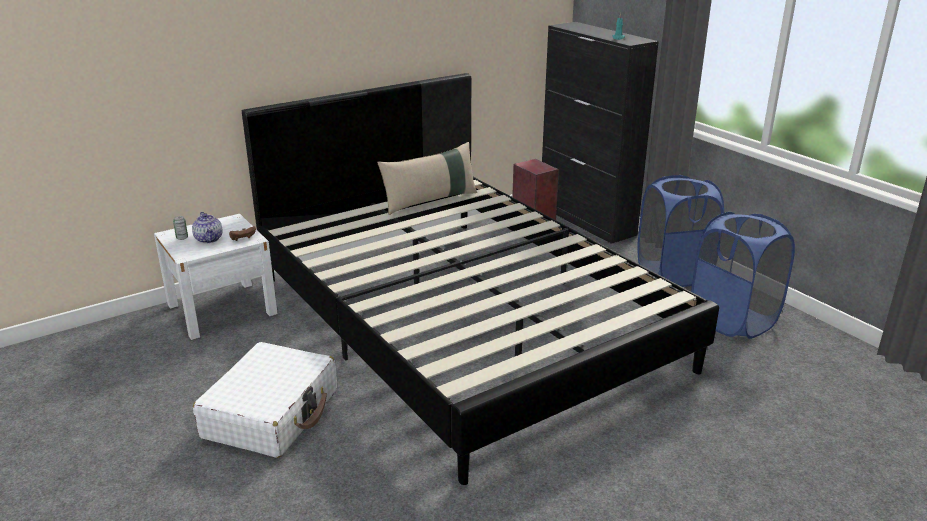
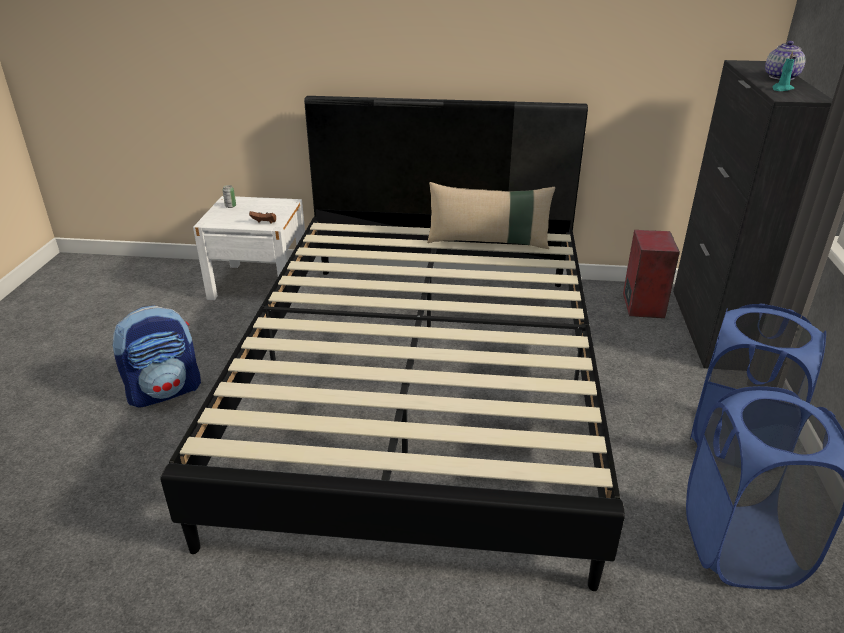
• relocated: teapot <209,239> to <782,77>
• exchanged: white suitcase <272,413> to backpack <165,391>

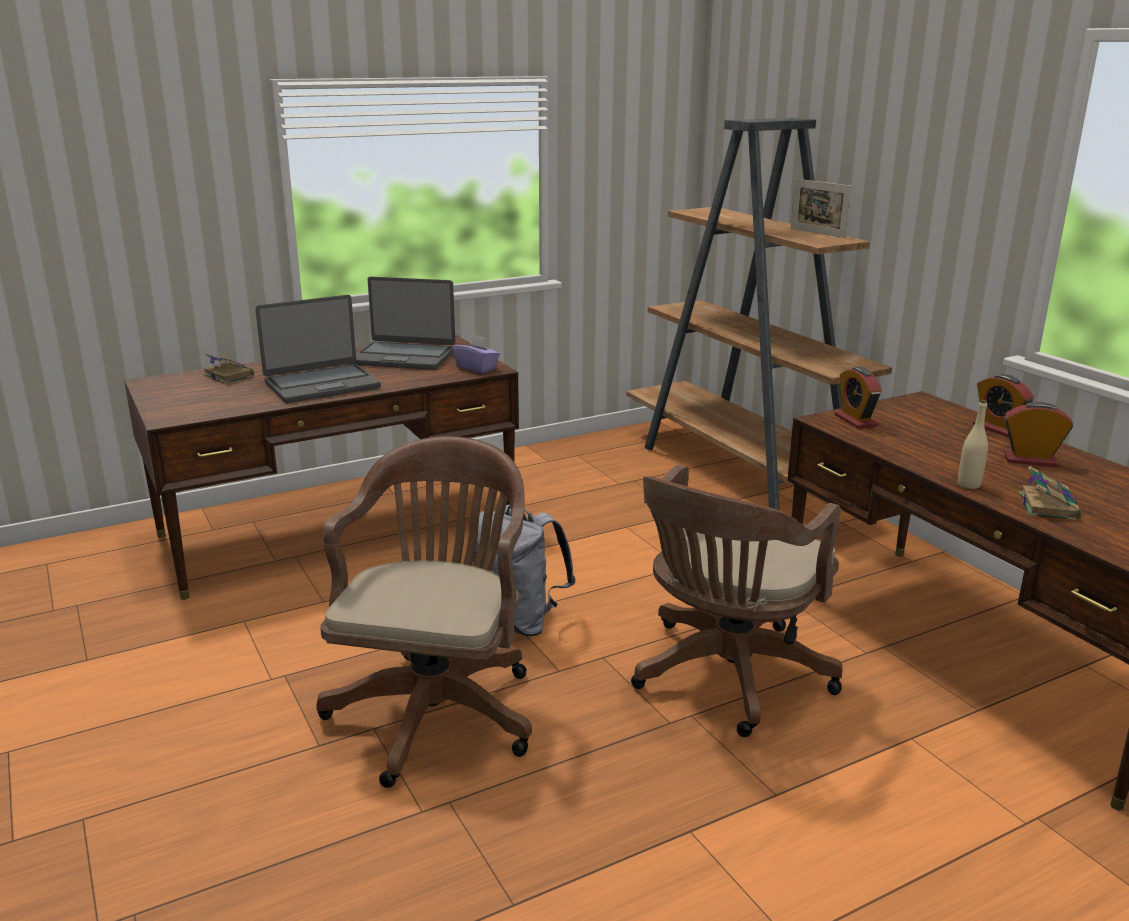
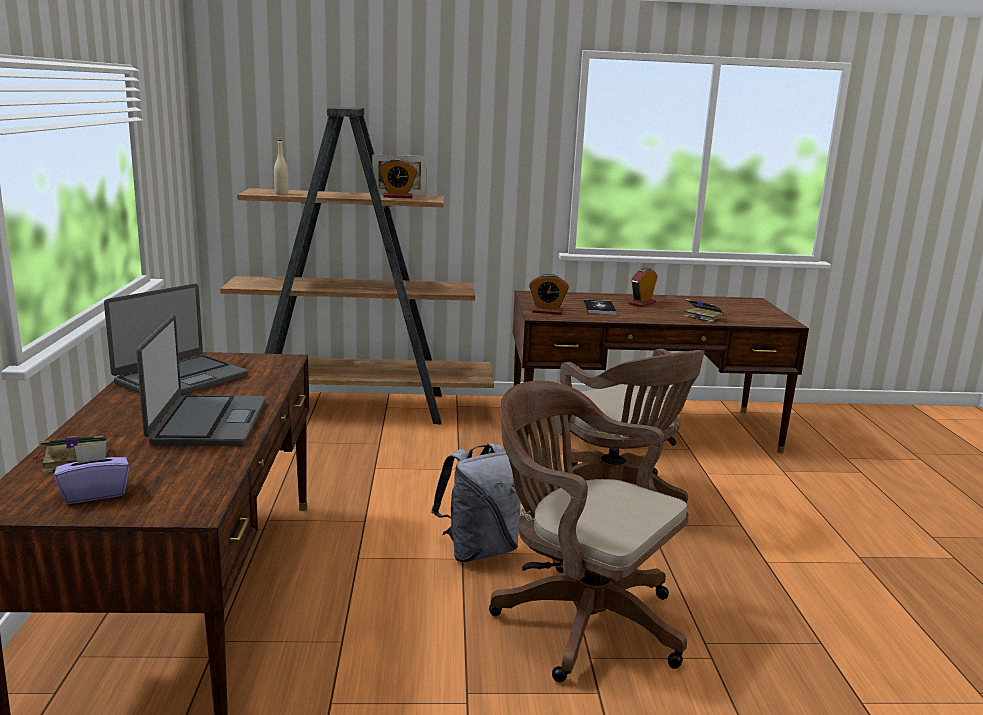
• relocated: purple tissue box <476,368> to <95,493>
• relocated: alarm clock <997,429> to <397,197>
• relocated: beige bottle <968,485> to <281,194>
• appeared: book <599,308>

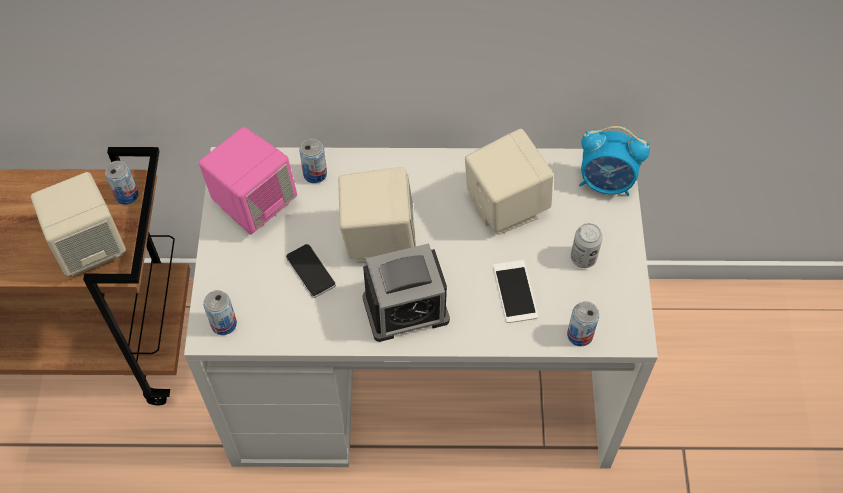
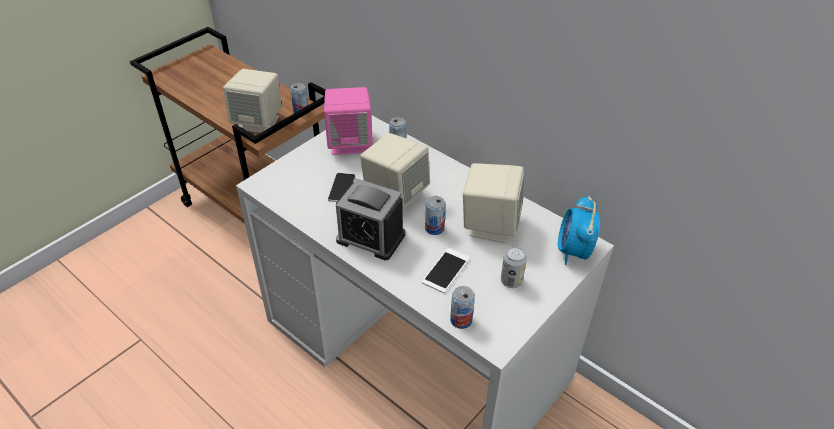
• spun: alarm clock <606,183> = <573,251> 45 degrees clockwise
• relocated: can <224,324> to <434,228>

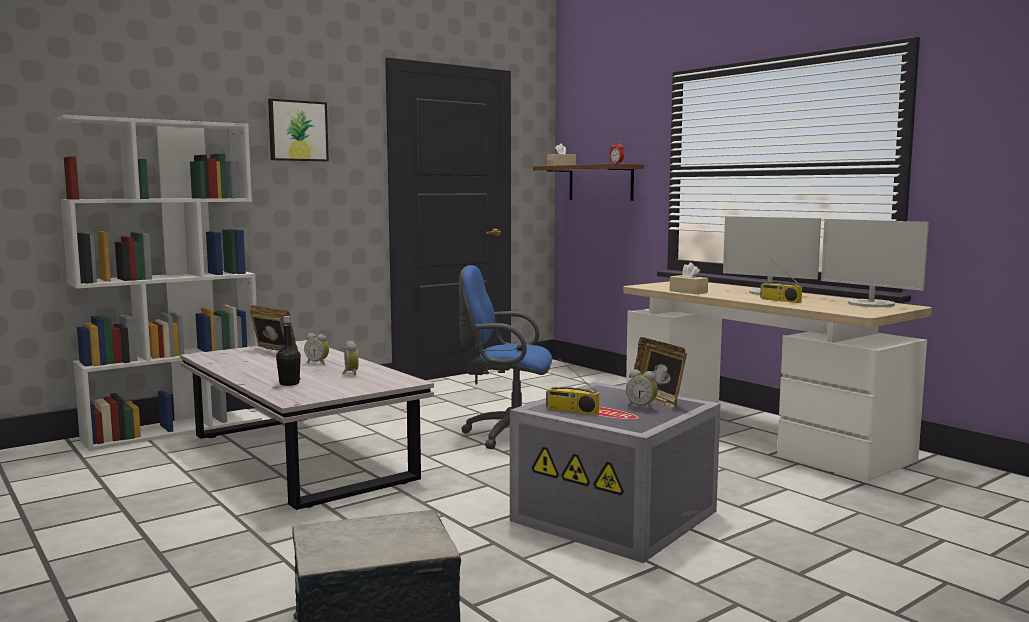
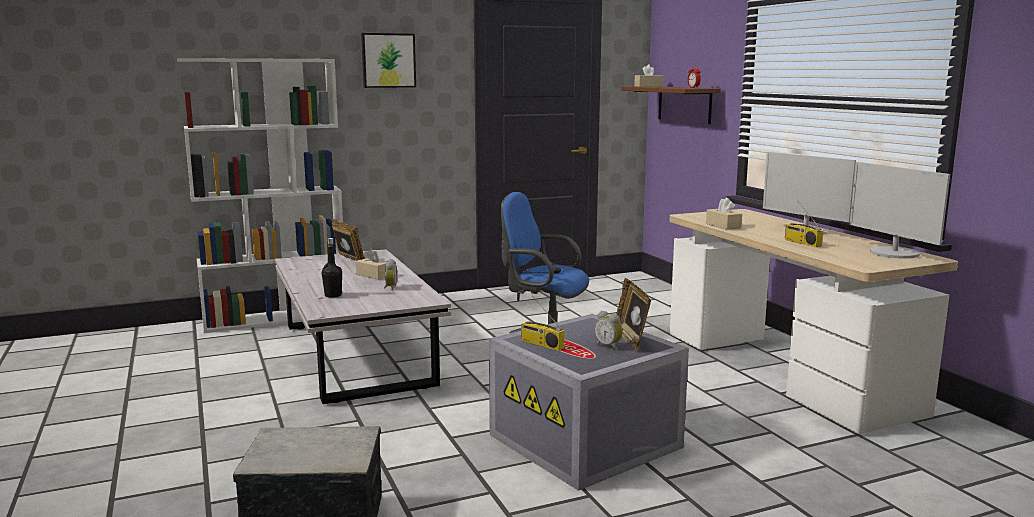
• exchanged: alarm clock <318,363> to beige tissue box <373,275>

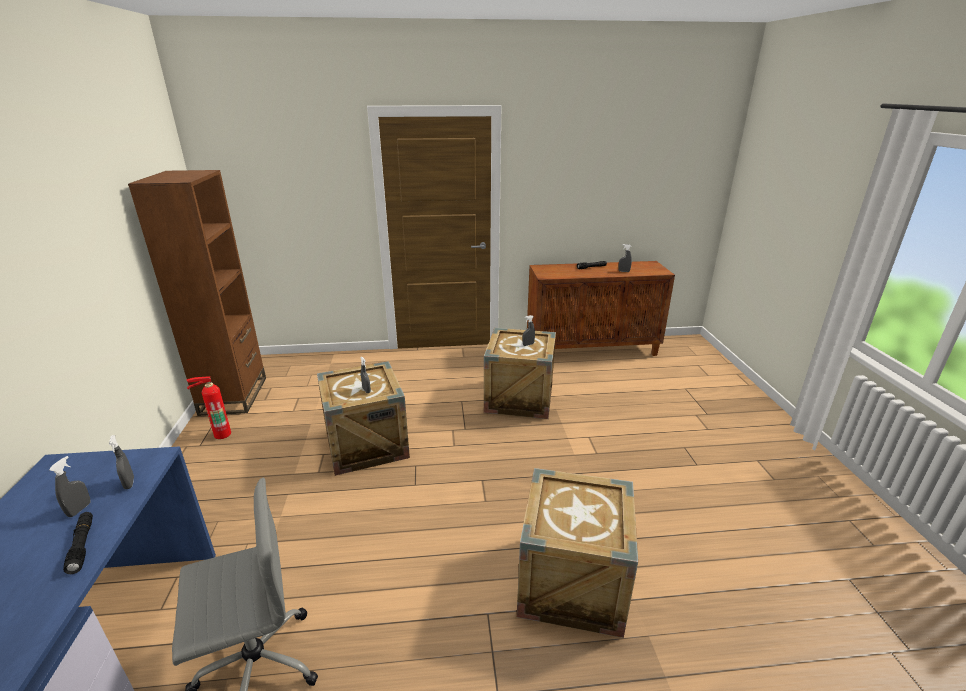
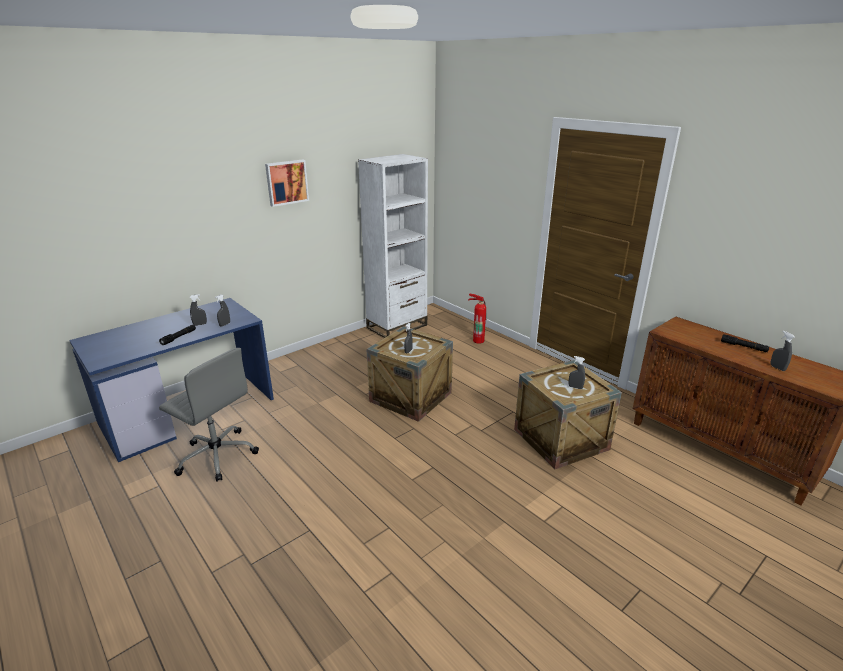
• colour: brown bookcase <234,396> to white bookcase <397,326>
• relocated: fire extinguisher <221,434> to <478,340>
• missing: crate <572,582>
• appeared: picture <286,182>

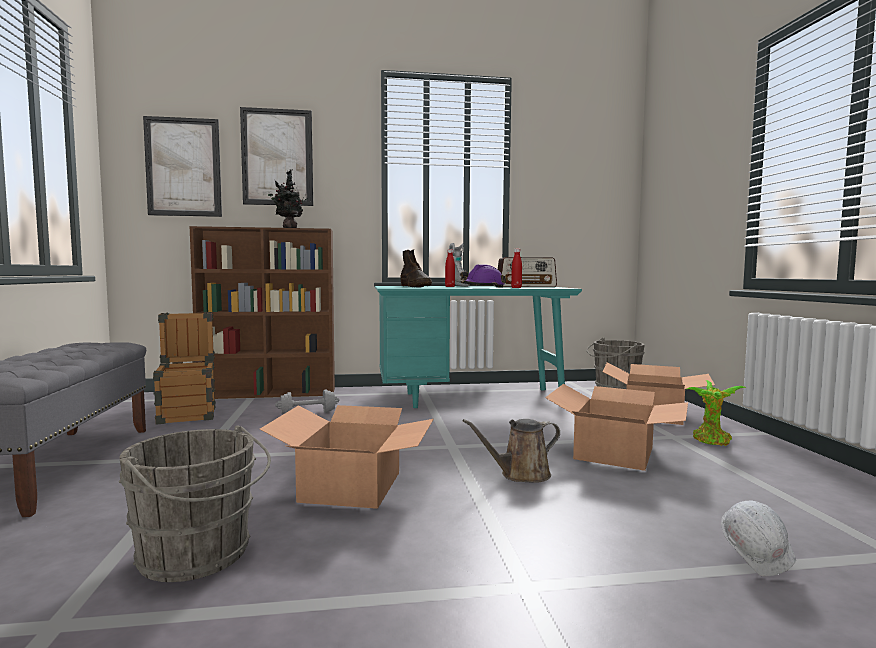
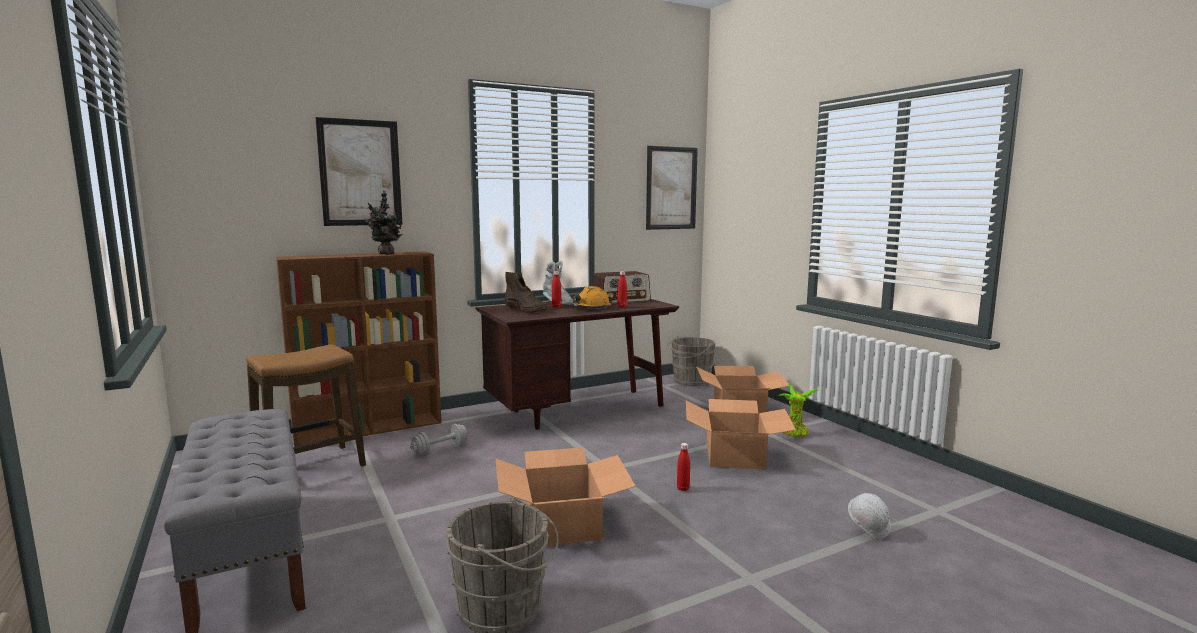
• relocated: picture <183,167> to <671,188>
• colour: purple hard hat <482,287> to orange hard hat <591,308>
• colour: turquoise desk <471,398> to brown desk <578,410>
• exchanged: crate <188,413> to stool <310,467>
• exchanged: brown watering can <521,475> to red bottle <683,489>

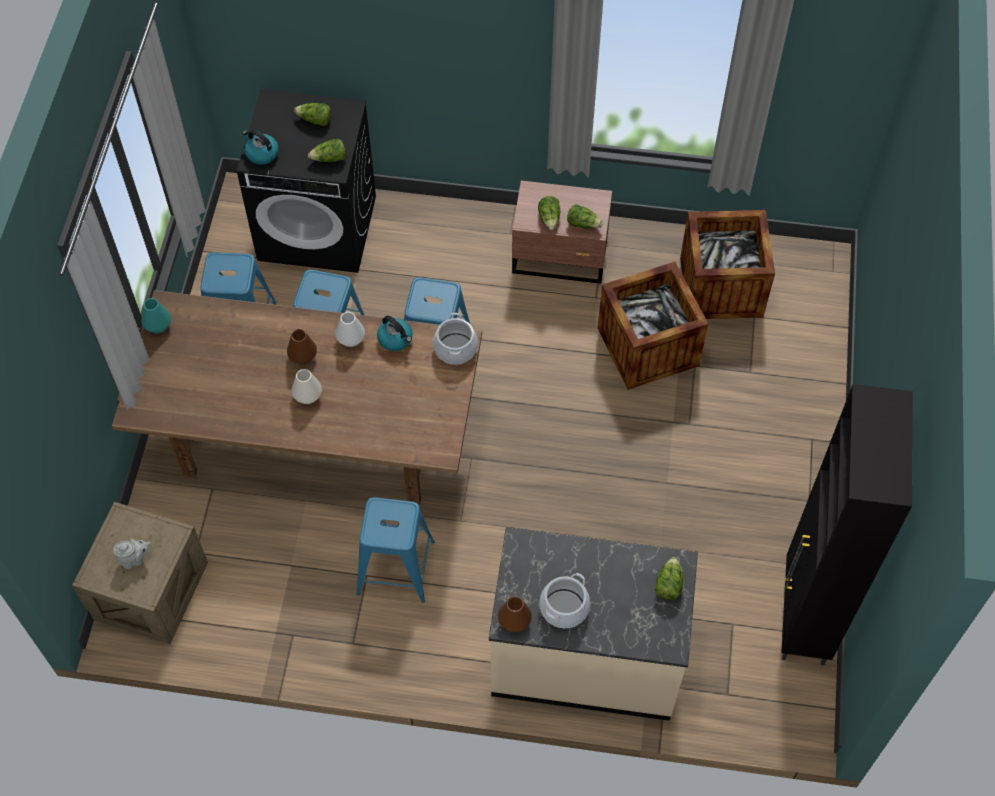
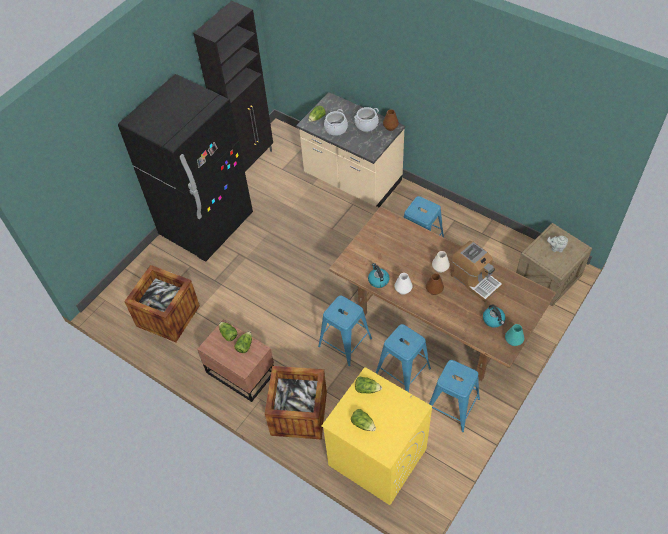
• colour: black washing machine <318,228> to yellow washing machine <376,457>
• relocated: kettle <261,154> to <493,320>
• relocated: crate <648,347> to <299,413>
• relocated: cooking pot <455,348> to <336,129>
• appeared: black fridge <207,225>
• appeared: coffee machine <475,280>

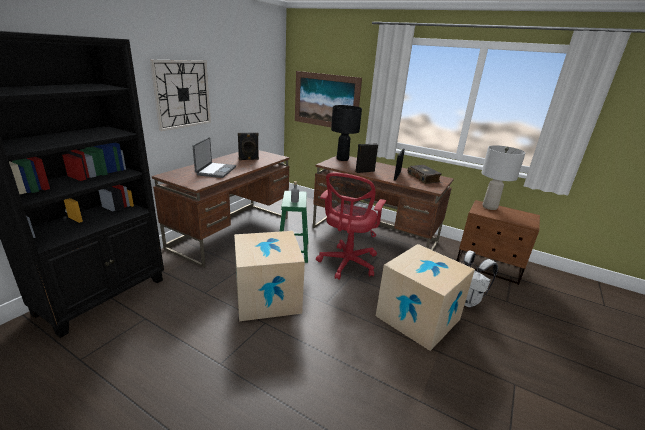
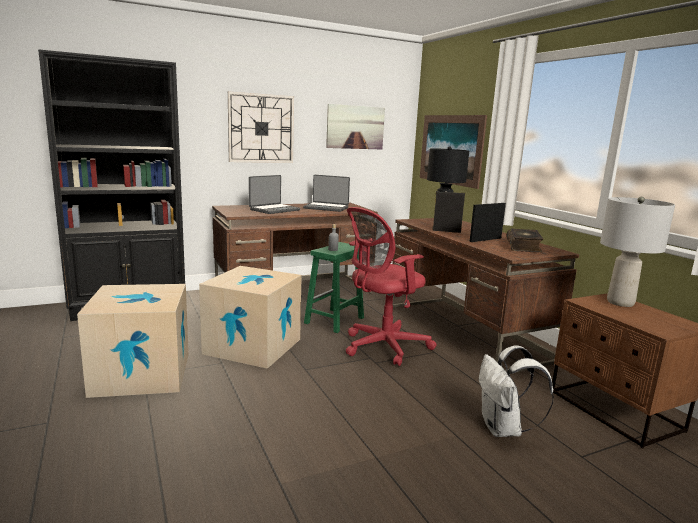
• exchanged: black speaker <248,159> to laptop <326,208>
• relocated: cardboard box <417,317> to <142,373>
• appeared: picture <355,127>

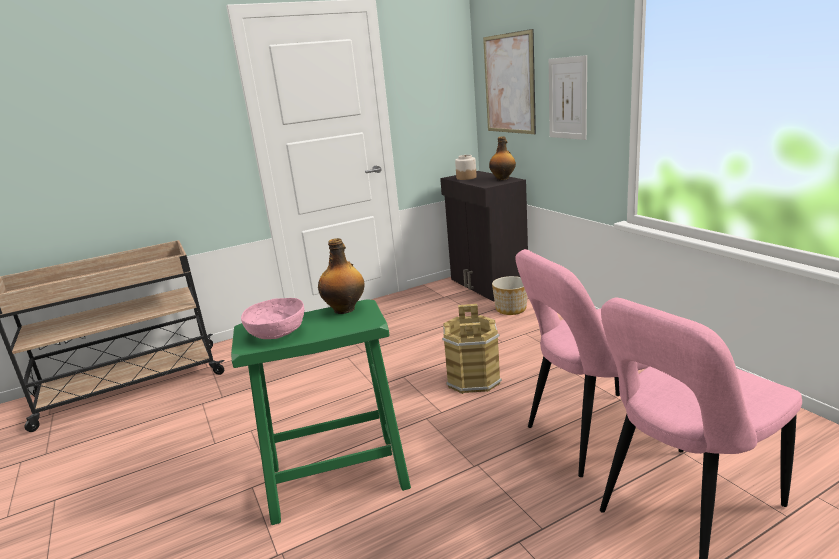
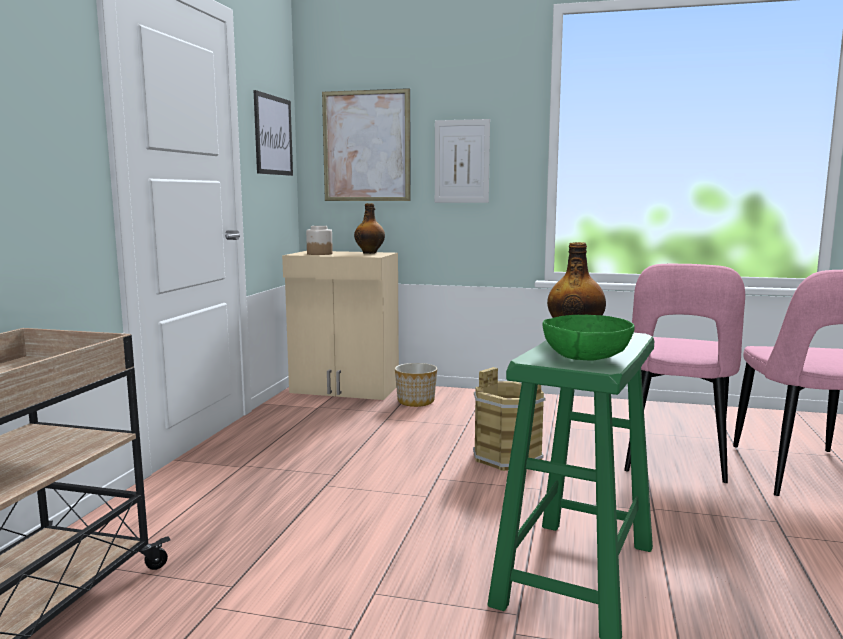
• colour: black cabinet <487,285> to beige cabinet <345,389>
• colour: pink bowl <277,332> to green bowl <585,356>
• appeared: picture <273,135>

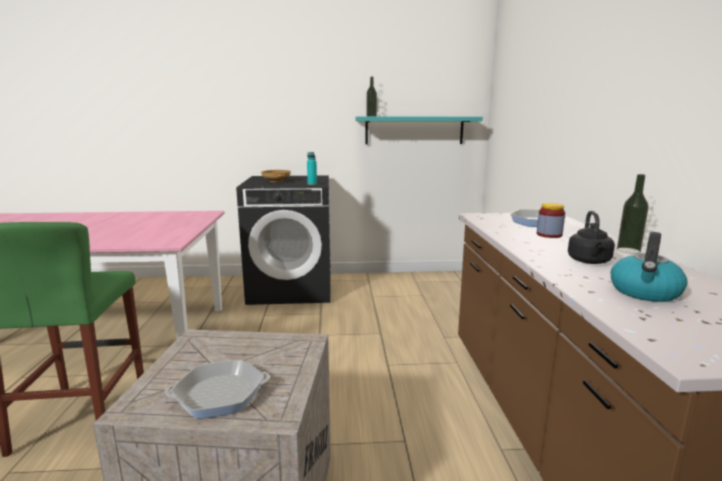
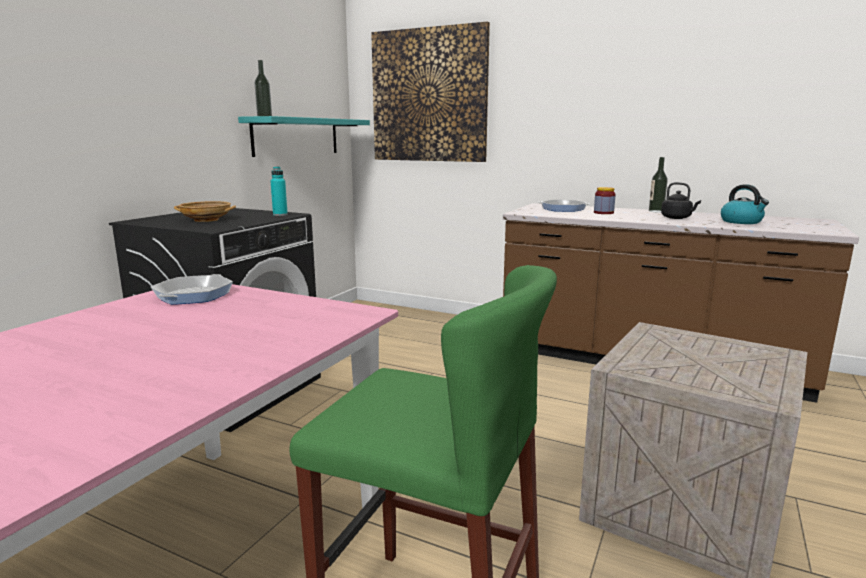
• relocated: frying pan <219,394> to <193,295>
• appeared: picture <429,96>

